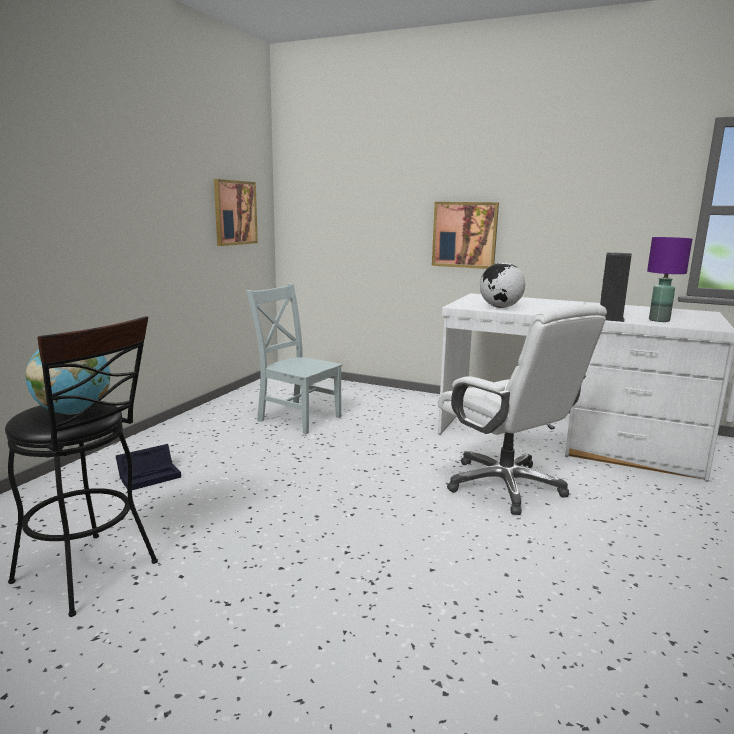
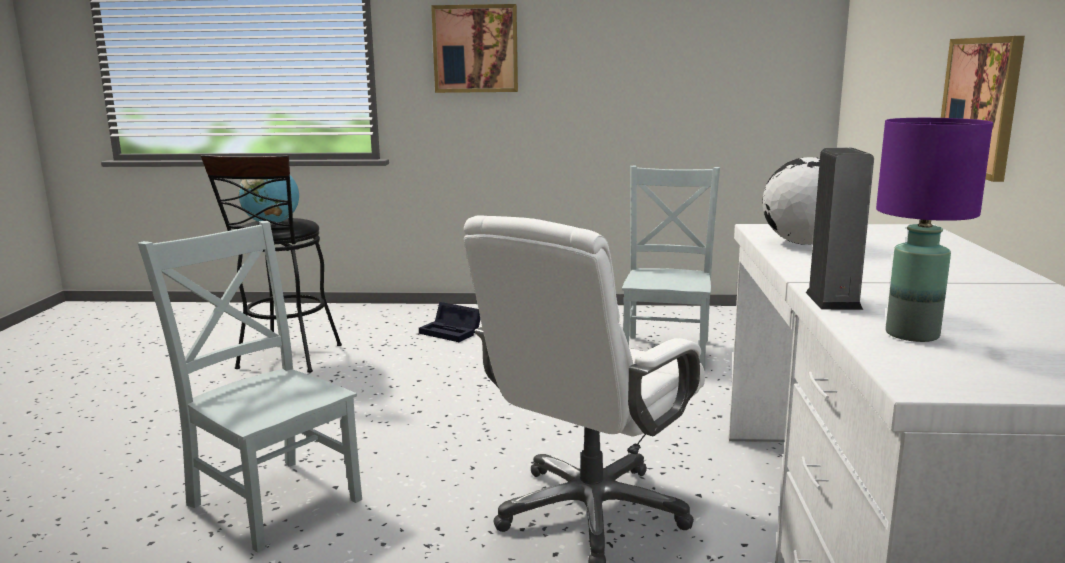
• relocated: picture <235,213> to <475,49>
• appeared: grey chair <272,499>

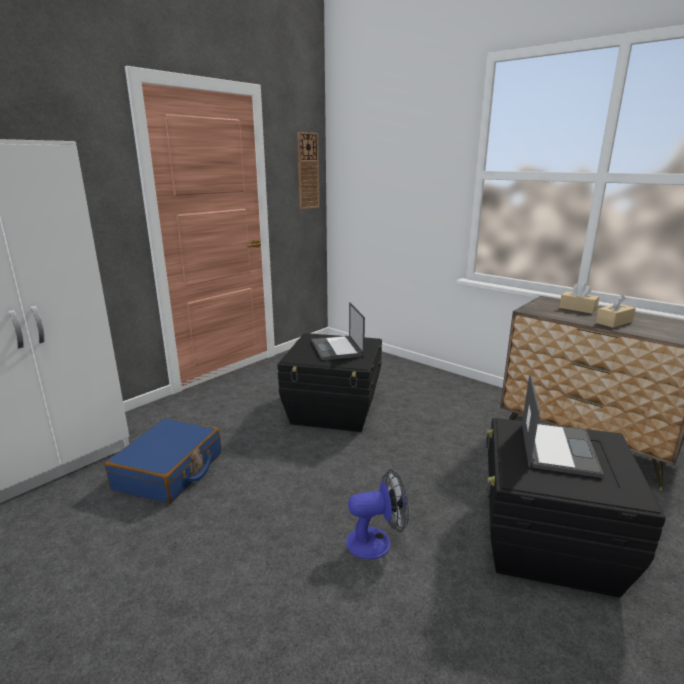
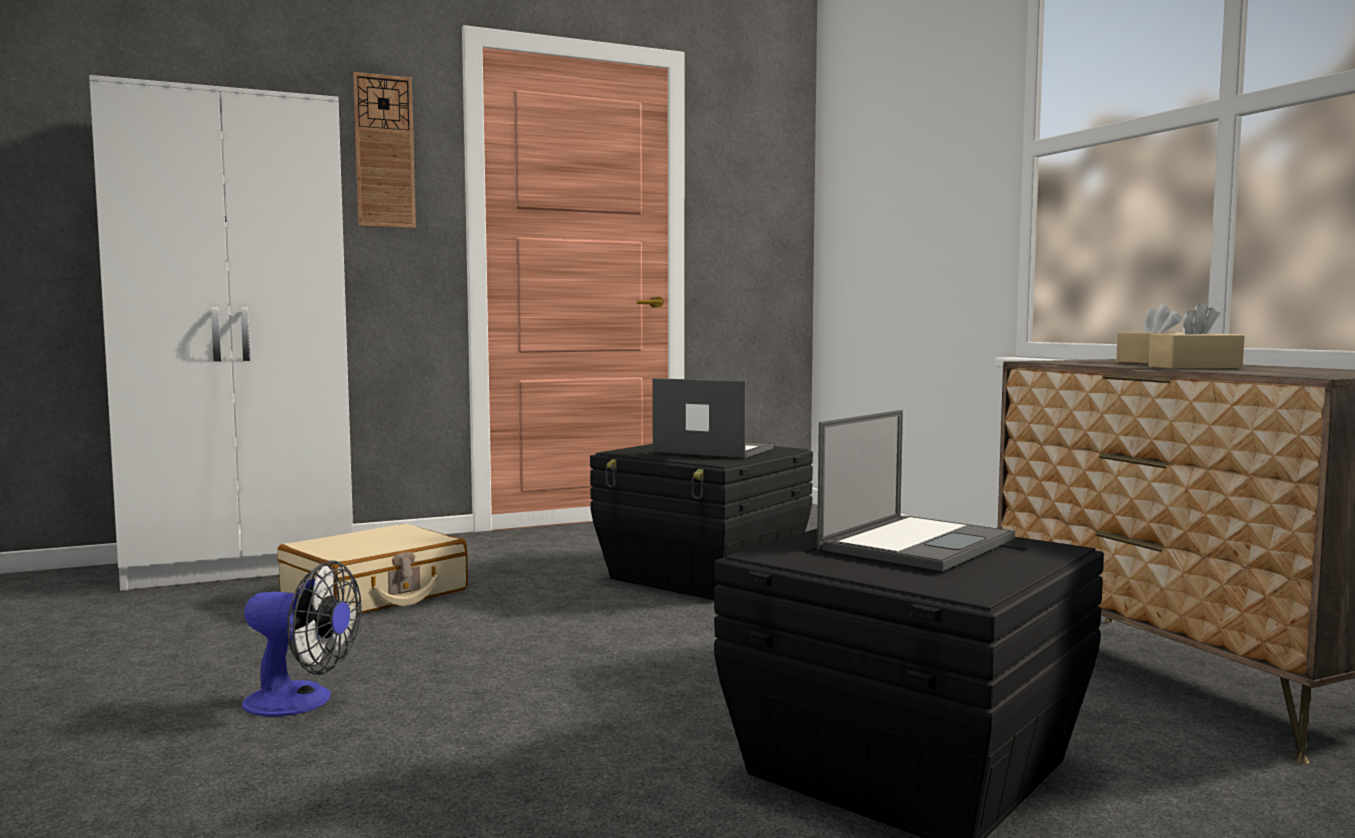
• relocated: wall clock <308,171> to <384,151>
• spun: laptop <337,348> = <711,450> 105 degrees clockwise
• colour: blue suitcase <169,471> to beige suitcase <375,594>
• relocated: fan <376,541> to <301,702>

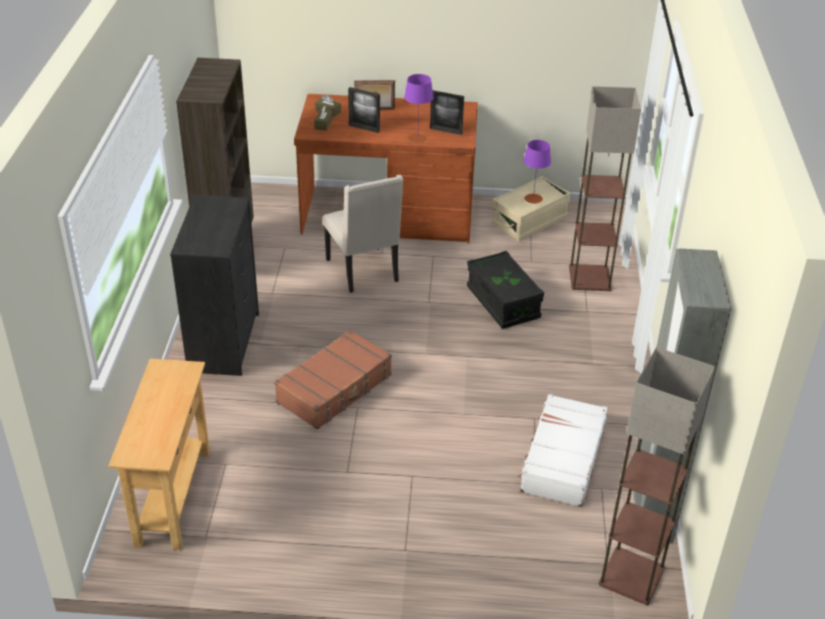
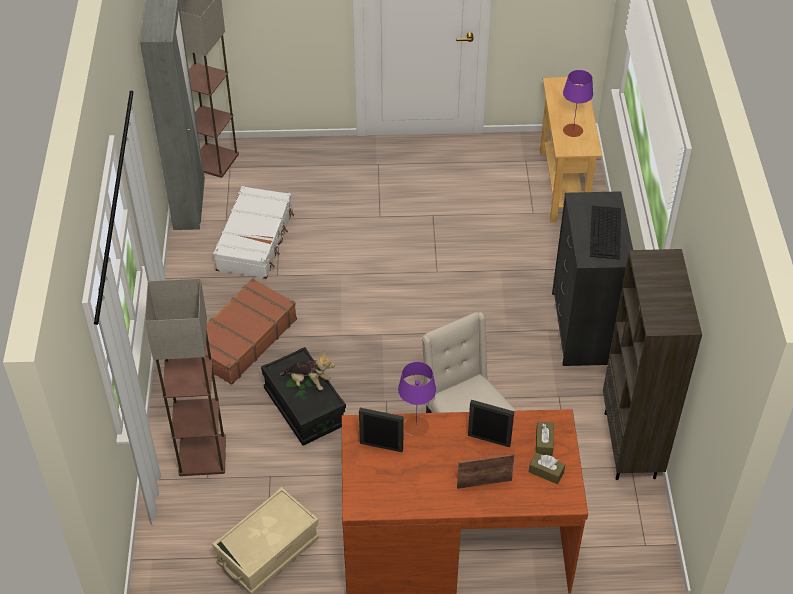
• relocated: purple table lamp <533,198> to <573,130>
• relocated: brown suitcase <335,389> to <242,339>
• appeared: keyboard <606,232>
• appeared: plush toy <308,382>

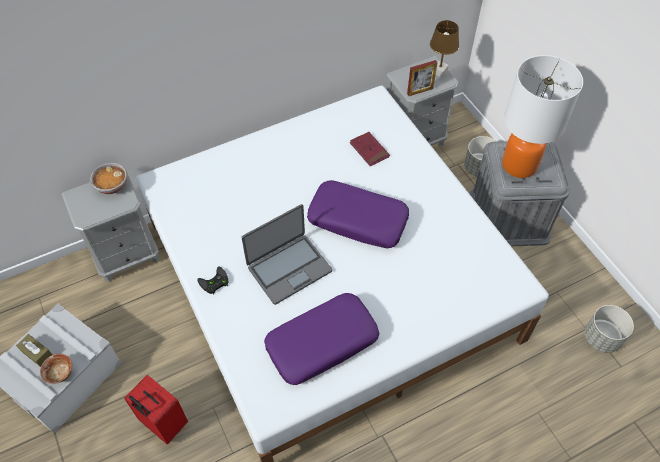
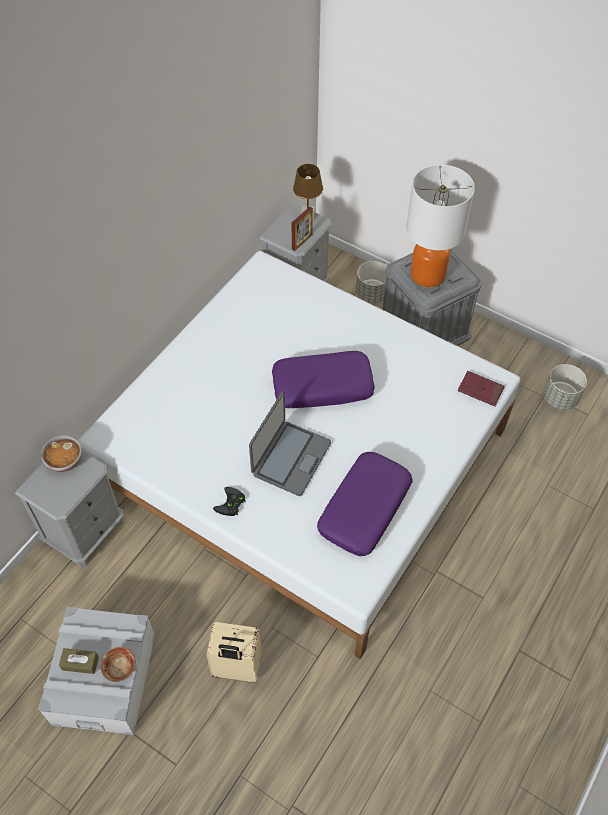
• relocated: red book <369,150> to <480,390>
• colour: red suitcase <163,424> to beige suitcase <236,667>

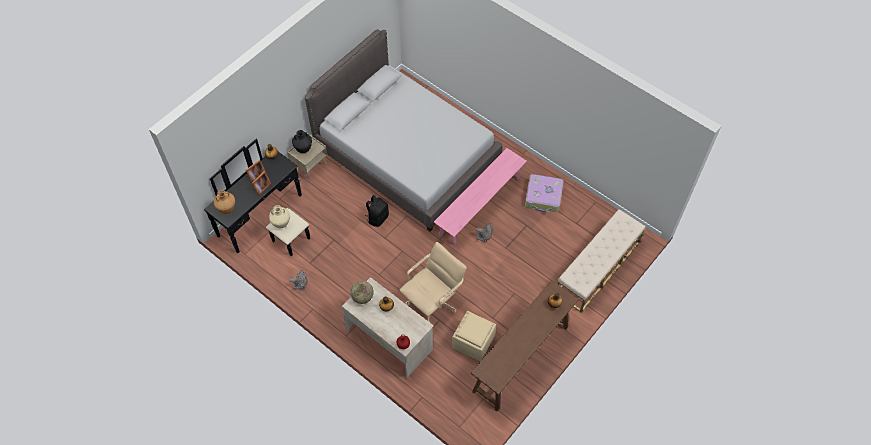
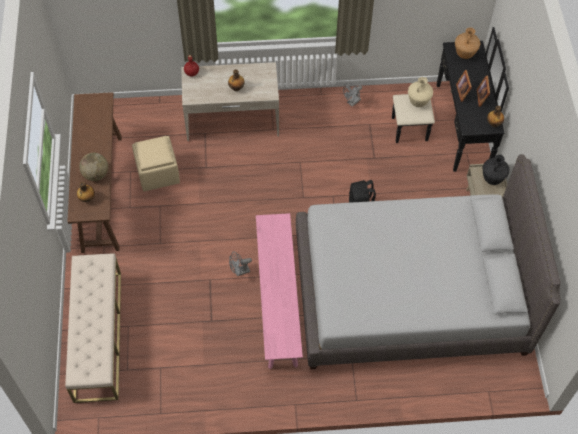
• missing: suitcase <543,197>
• missing: beige office chair <433,301>
• relocated: globe <362,297> to <96,174>

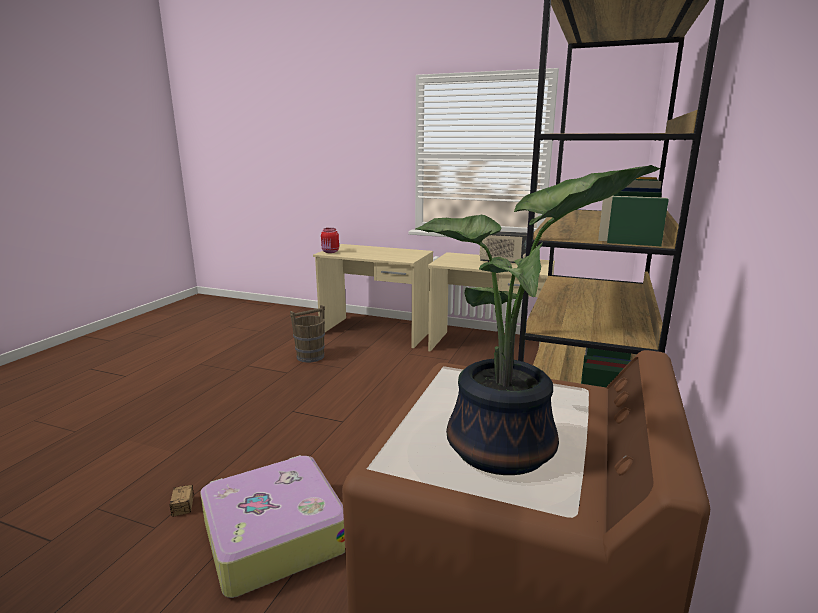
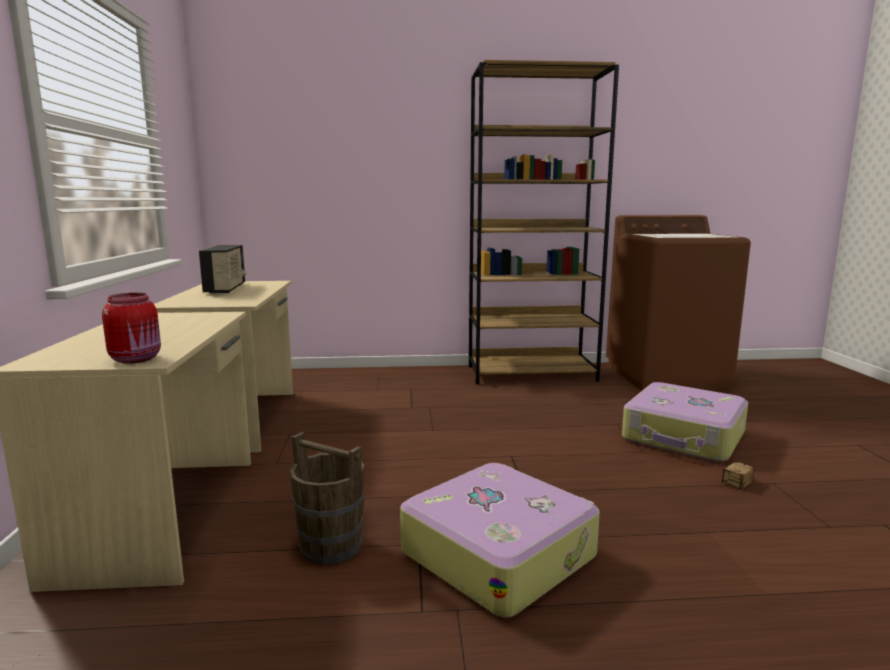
• missing: potted plant <507,451>
• appeared: suitcase <498,553>

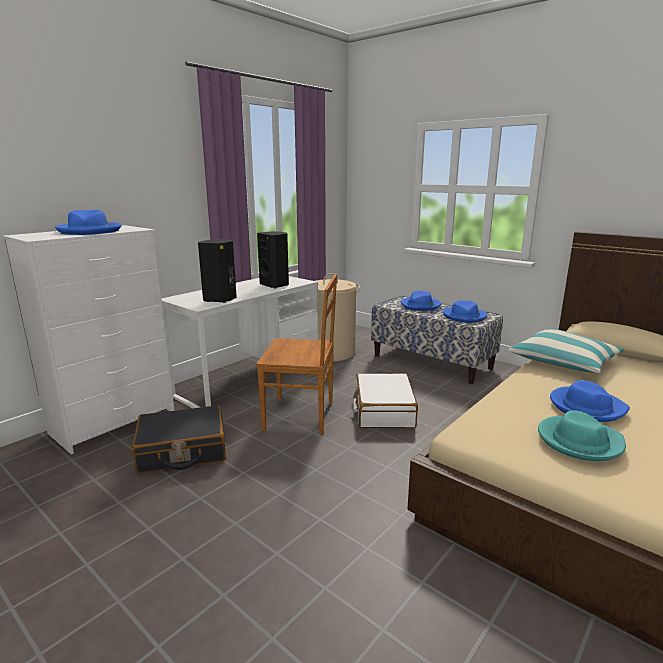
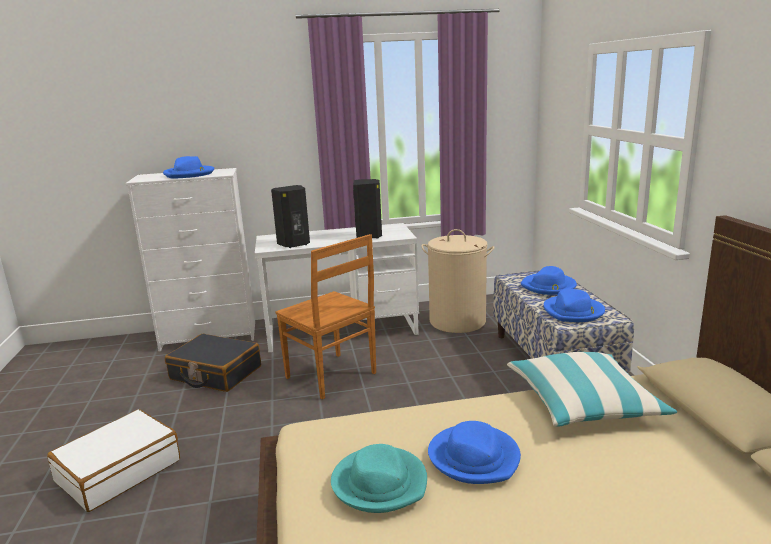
• relocated: white suitcase <383,411> to <119,471>

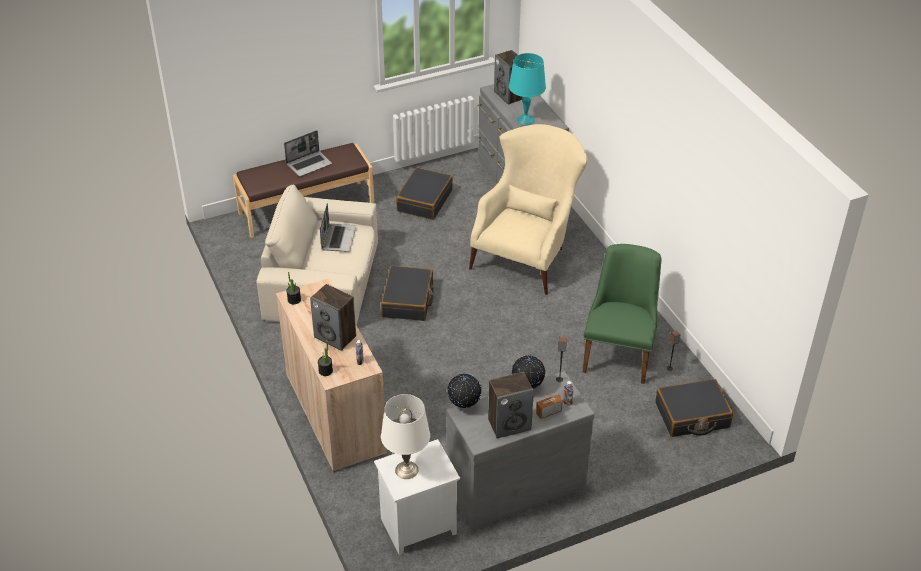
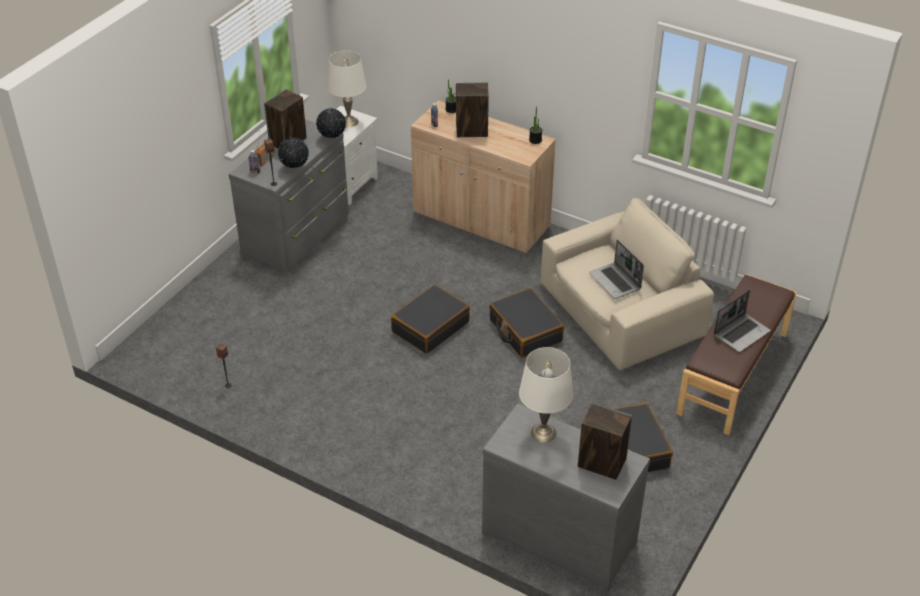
• colour: turquoise table lamp <525,120> to white table lamp <543,432>
• missing: beige armchair <527,253>
• spun: laptop <309,164> = <741,333> 150 degrees counterclockwise
• missing: green chair <619,353>
• relocated: black suitcase <692,416> to <430,327>

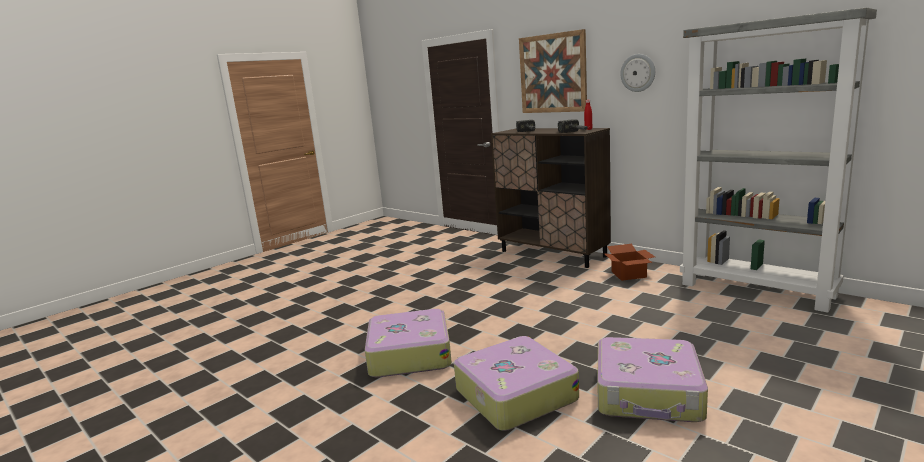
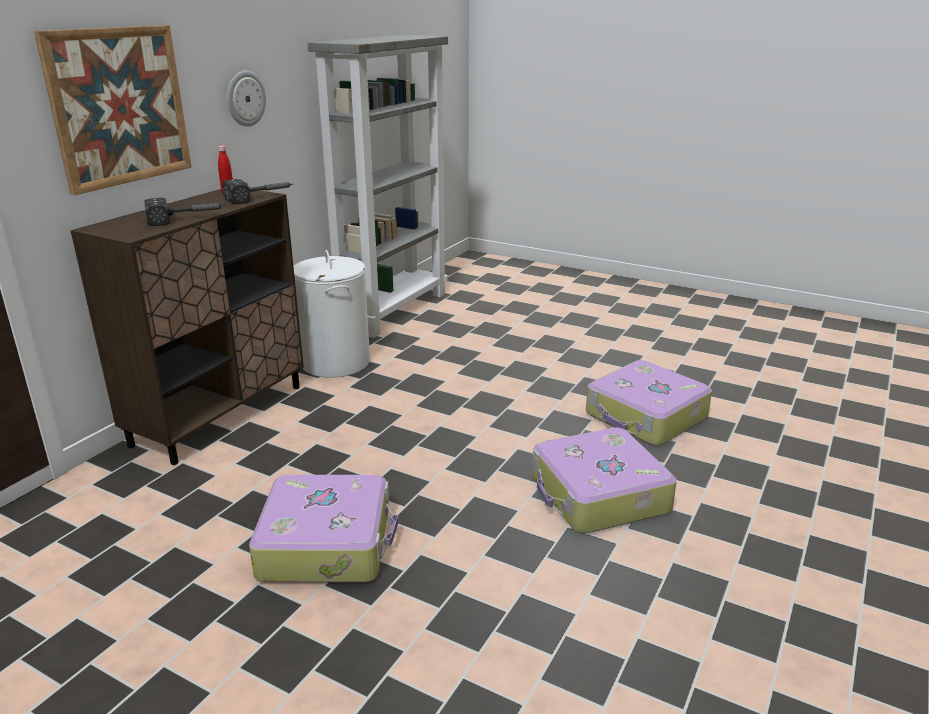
• exchanged: cardboard box <628,275> to white laundry basket <336,362>
• relocated: suitcase <648,393> to <327,543>

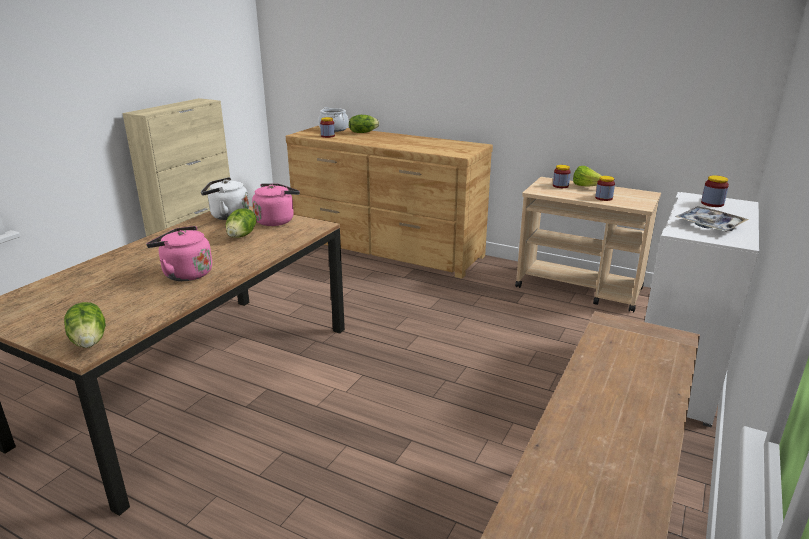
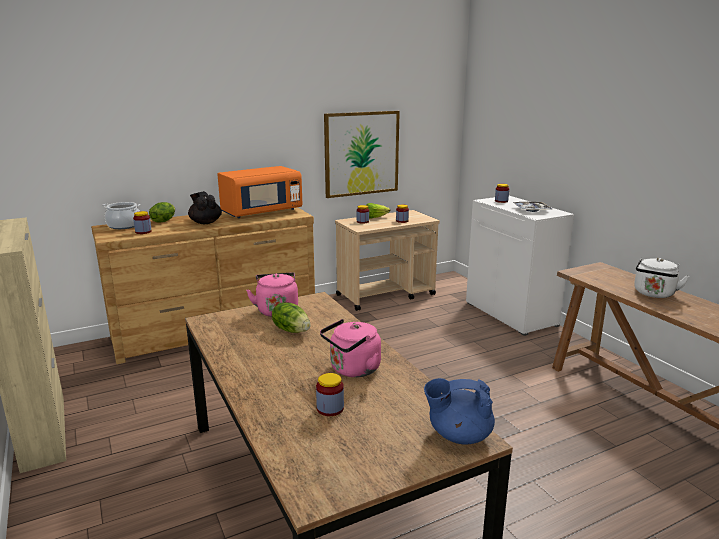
• relocated: white kettle <227,216> to <654,294>
• exchanged: lettuce <90,341> to blue teapot <458,435>
• appeared: picture <361,153>
• appeared: orange microwave <261,212>
• appeared: black teapot <205,222>
• appeared: jar <330,408>

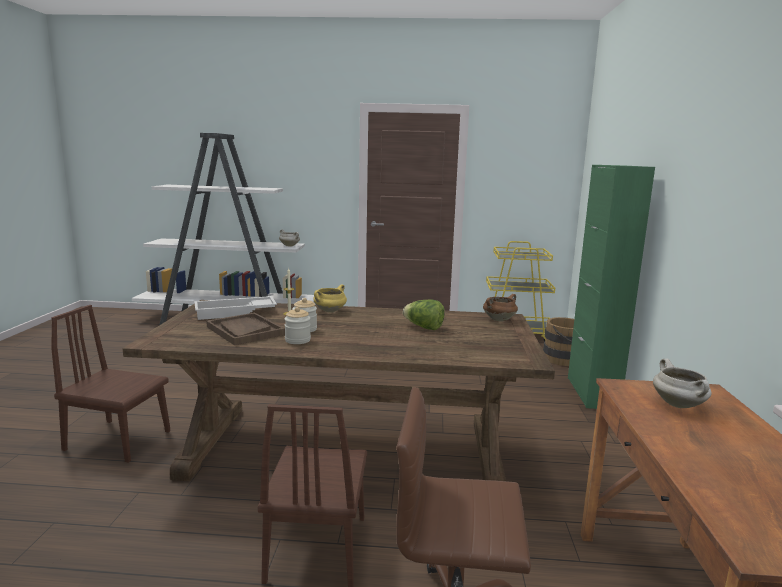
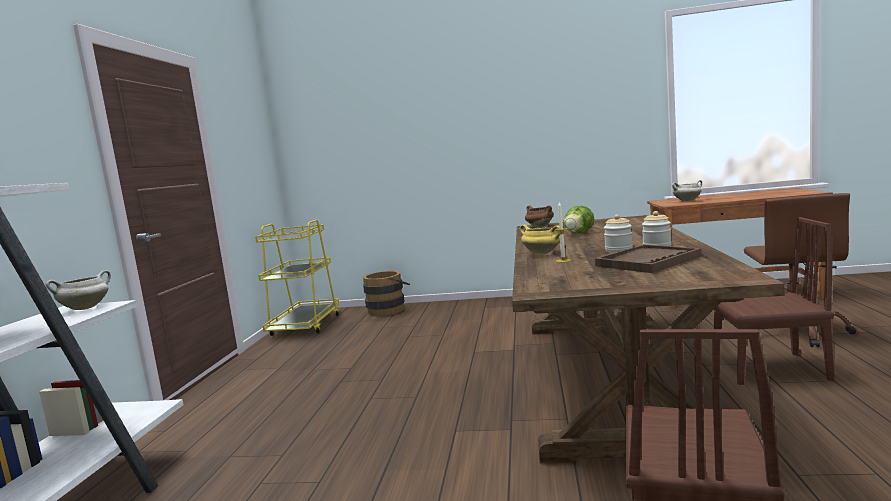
• missing: green cabinet <592,393>
• missing: white tray <235,313>

